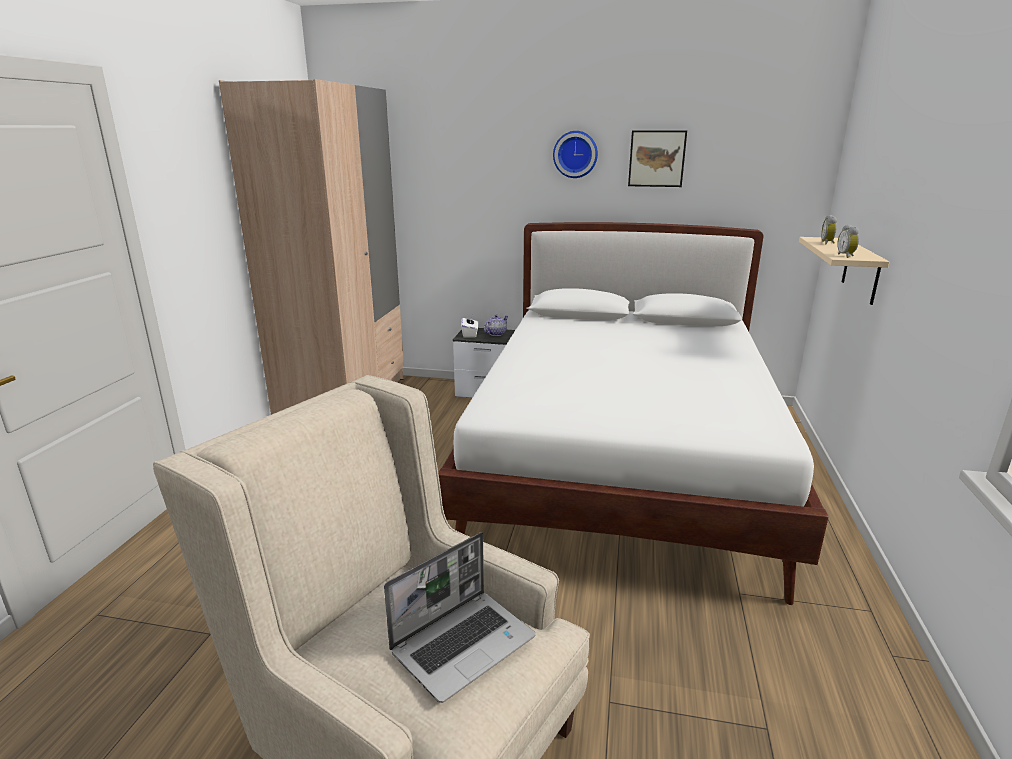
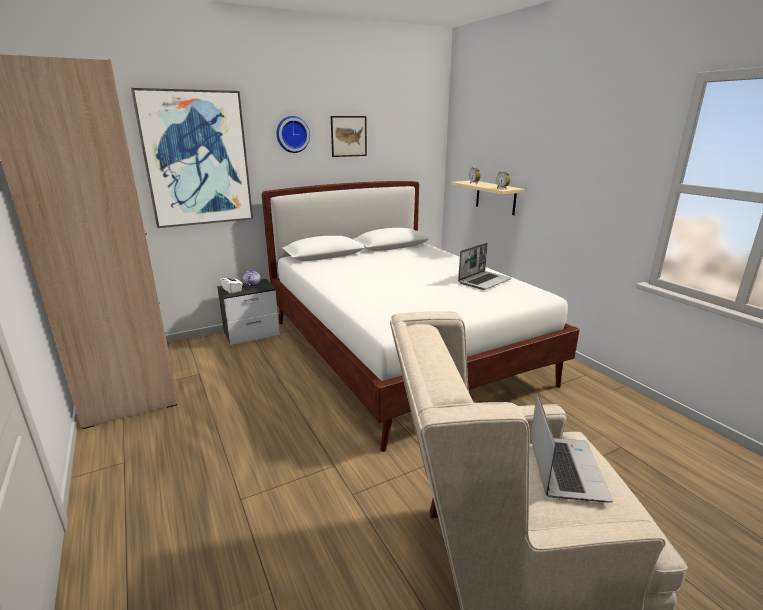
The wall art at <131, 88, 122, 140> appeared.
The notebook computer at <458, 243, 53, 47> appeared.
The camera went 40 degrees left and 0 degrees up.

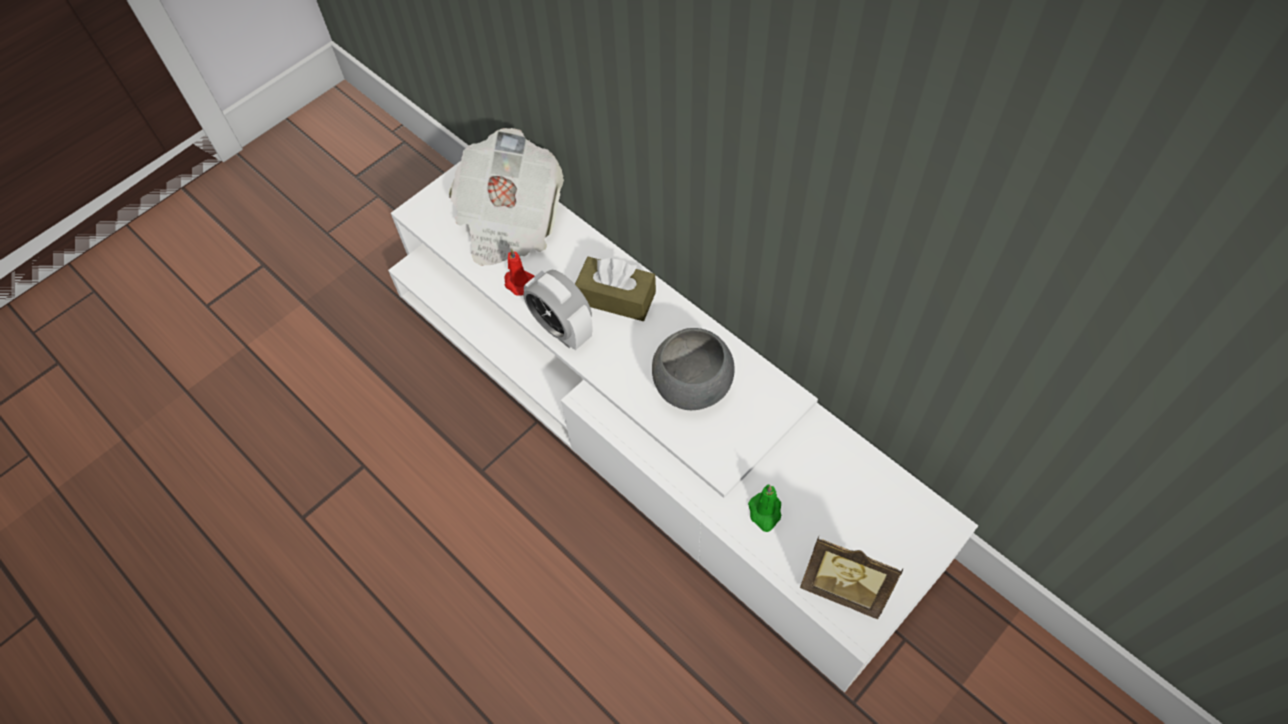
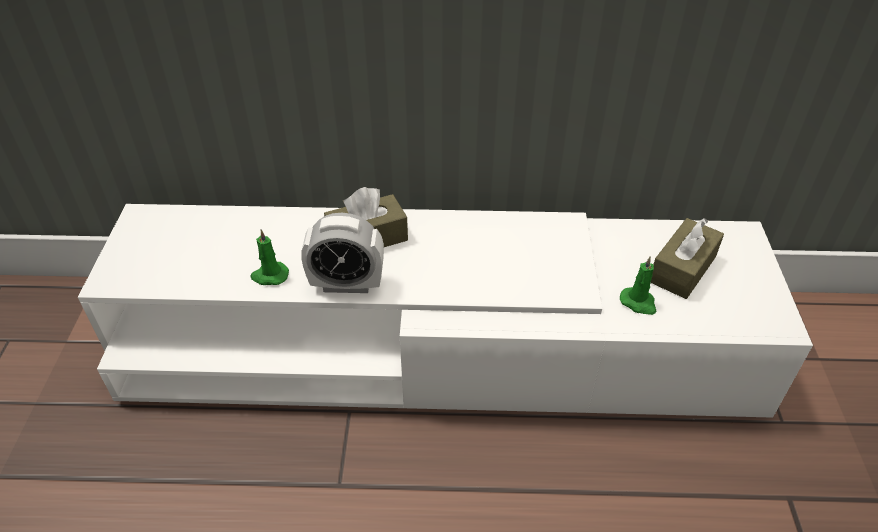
The daily paper at <449, 128, 115, 138> disappeared.
The serving bowl (gray) at <652, 328, 83, 82> disappeared.
The photo frame at <800, 536, 103, 83> disappeared.
The box of tissues (brown-coloured) at <651, 218, 73, 81> appeared.
The wax candle (reddish) at <505, 249, 30, 47> became the wax candle (greenish) at <250, 230, 39, 55>.
The camera went 45 degrees left and 15 degrees down.

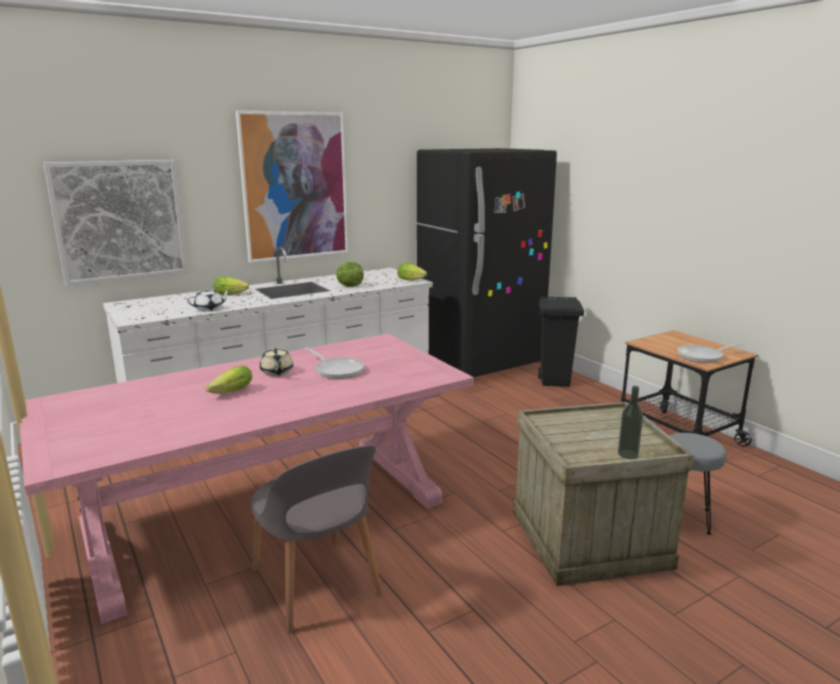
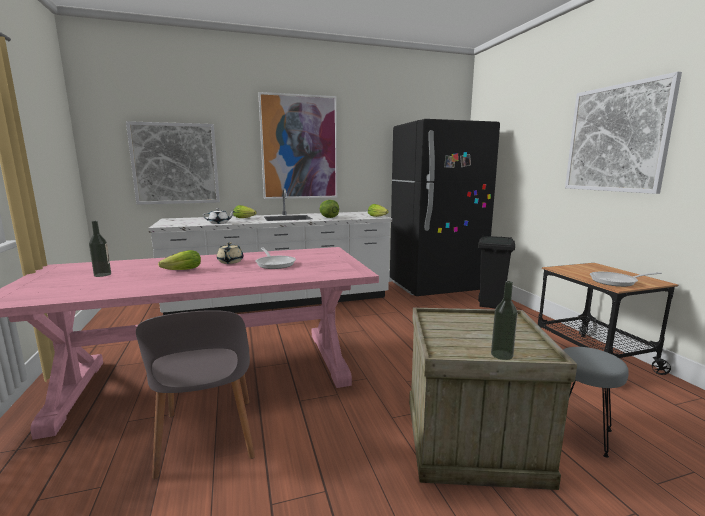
The drink bottle at <89, 221, 22, 56> appeared.
The wall art at <565, 72, 117, 122> appeared.
The camera went 15 degrees right and 5 degrees down.

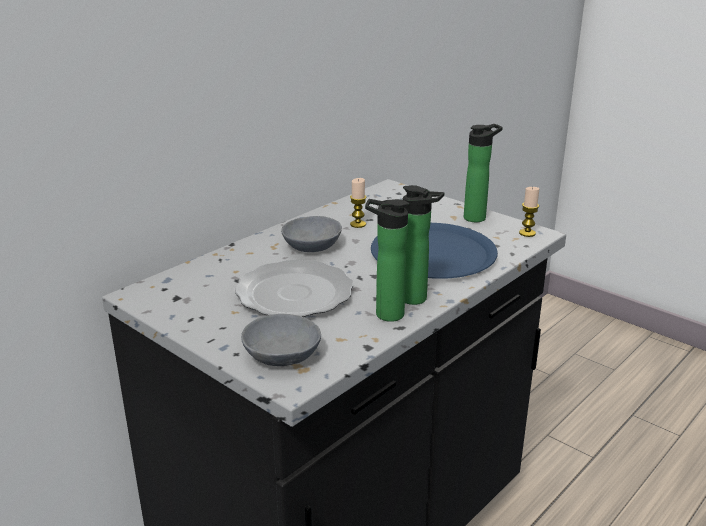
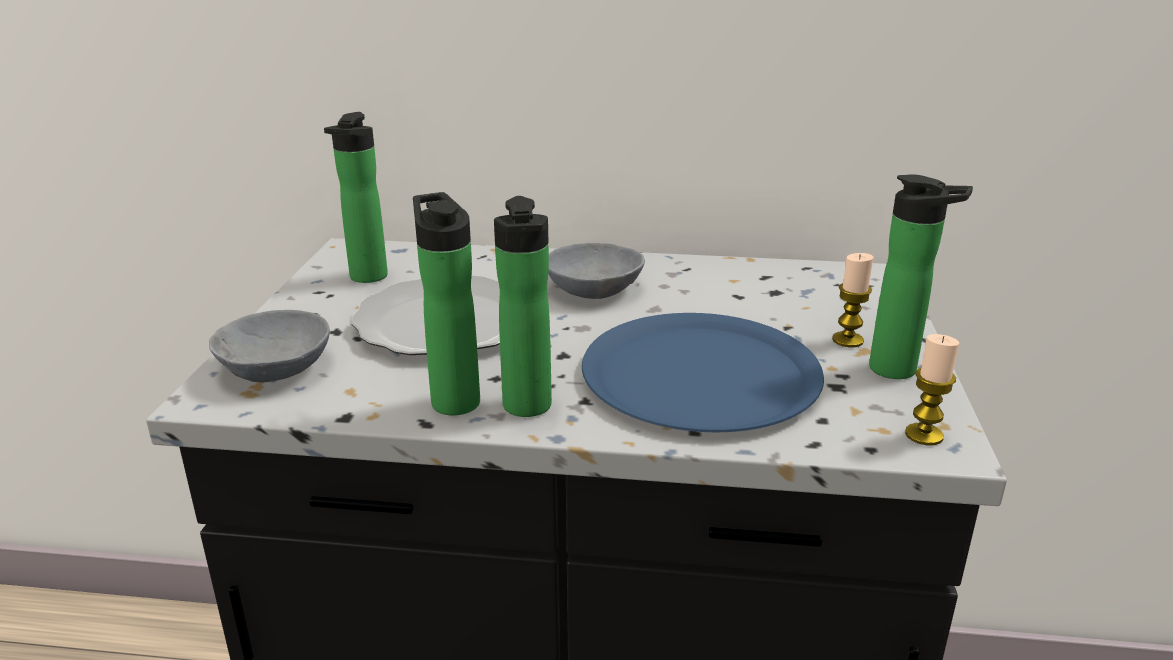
The drink bottle at <324, 112, 64, 171> appeared.
The wax candle moved from <350, 178, 16, 50> to <832, 253, 41, 94>.
The camera went 55 degrees right and 0 degrees up.

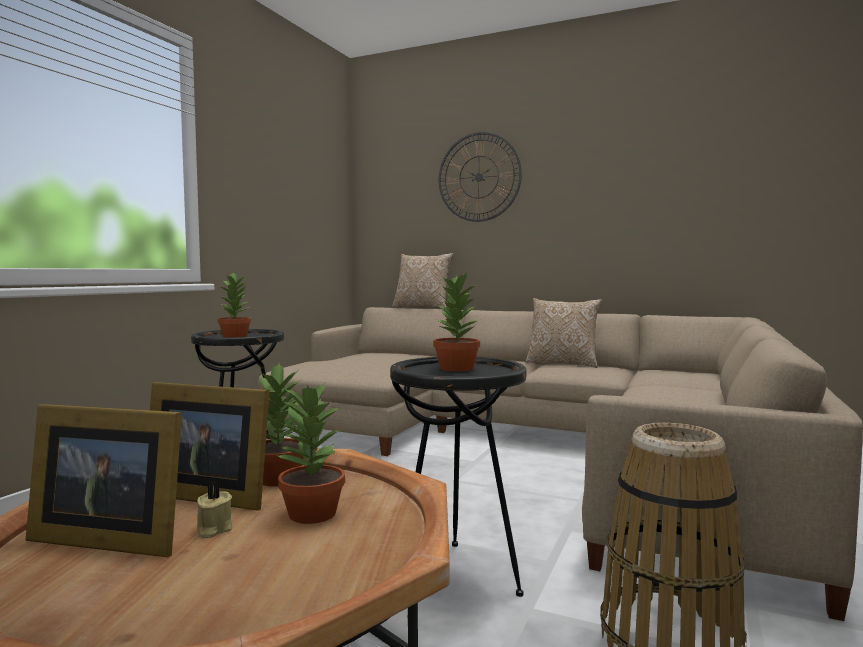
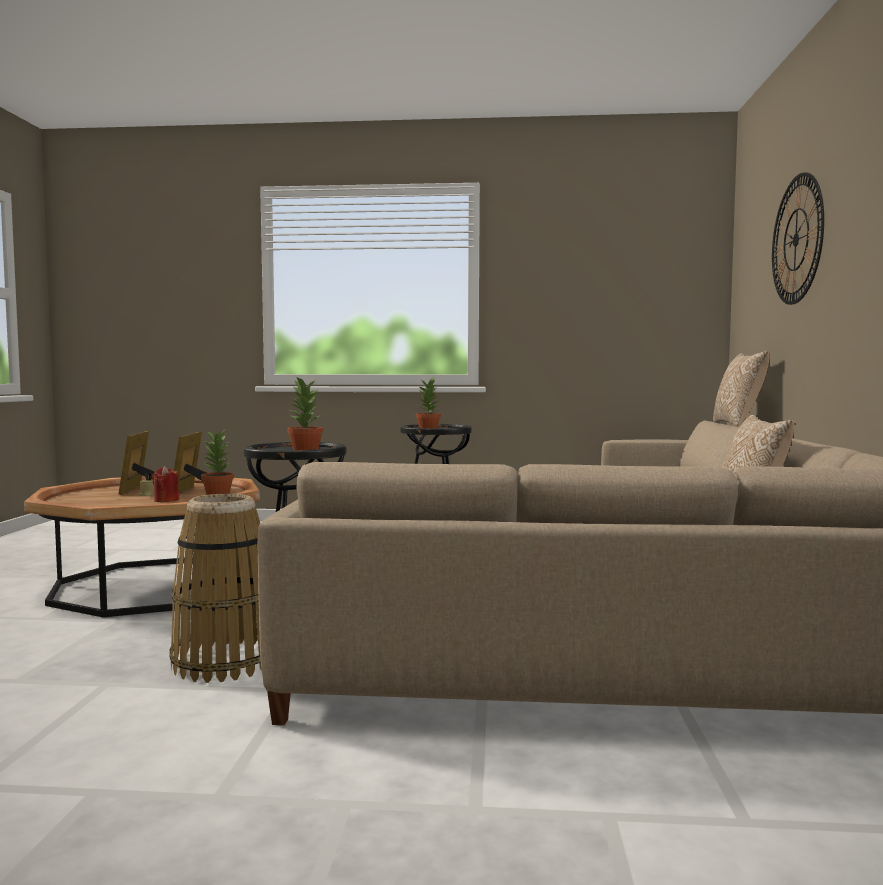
The potted plant at <275, 383, 70, 141> was replaced by the wax candle (reddish) at <152, 466, 27, 36>.
The camera went 70 degrees right and 0 degrees up.

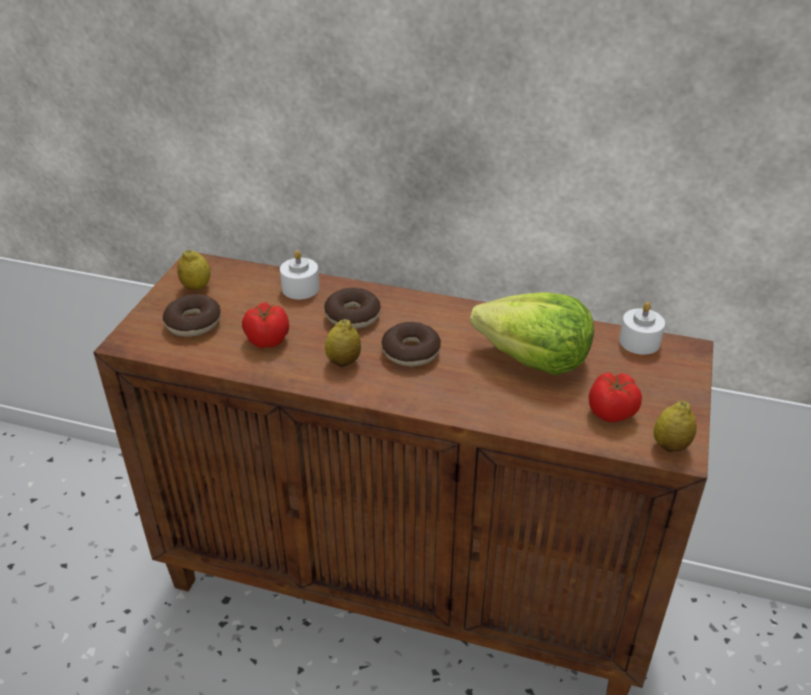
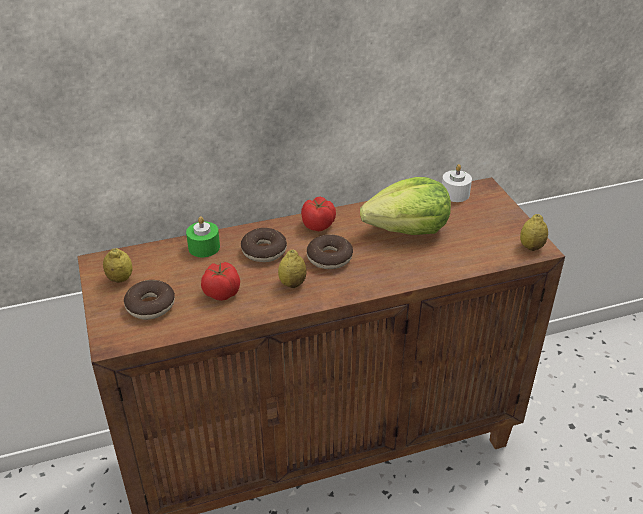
The tomato moved from <589, 373, 53, 49> to <301, 197, 35, 34>.
The wax candle (white) at <280, 250, 39, 49> became the wax candle (greenish) at <186, 216, 34, 41>.
The camera went 35 degrees left and 0 degrees up.

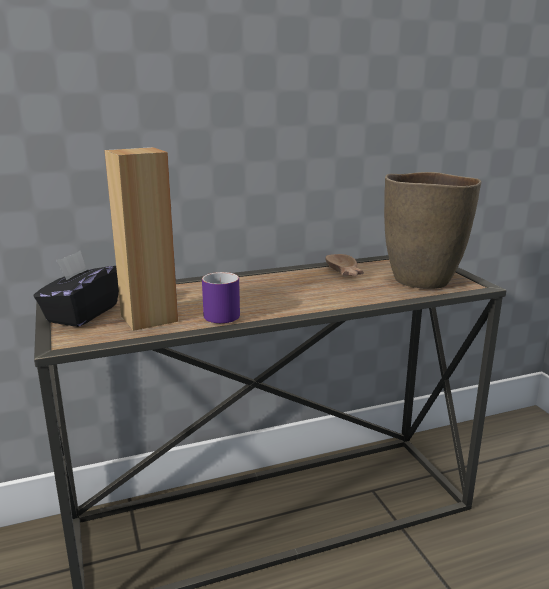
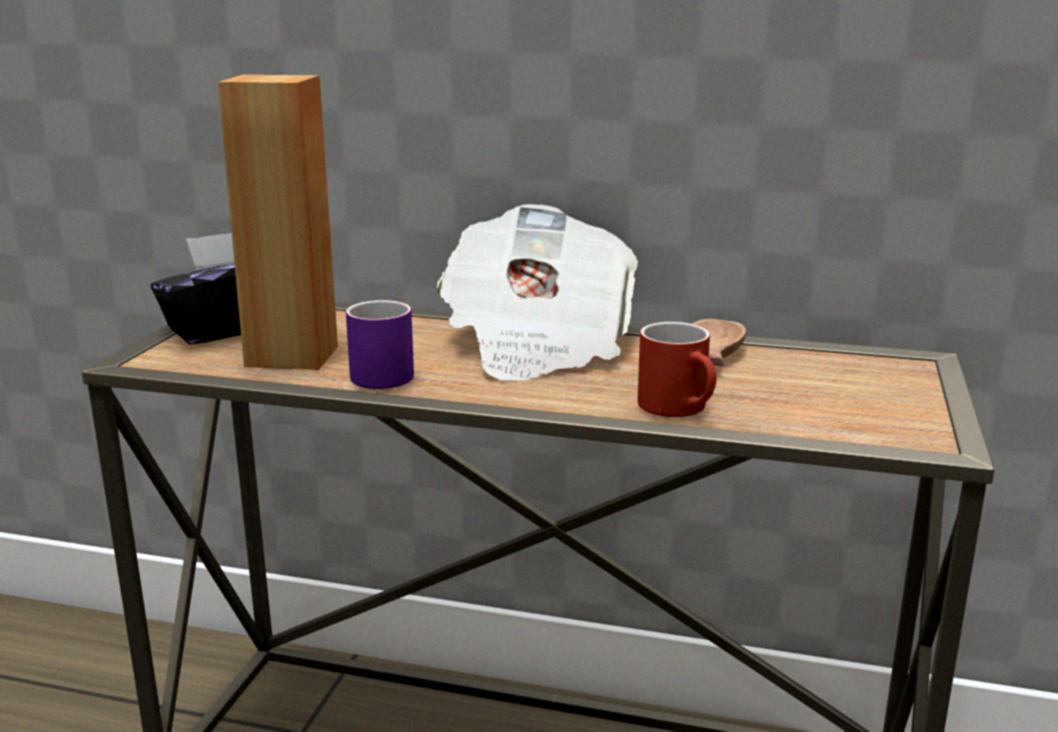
The decorative vase (brown-coloured) at <384, 172, 97, 117> disappeared.
The daily paper at <437, 204, 201, 177> appeared.
The mug (reddish) at <638, 322, 79, 95> appeared.
The camera went 35 degrees right and 0 degrees up.

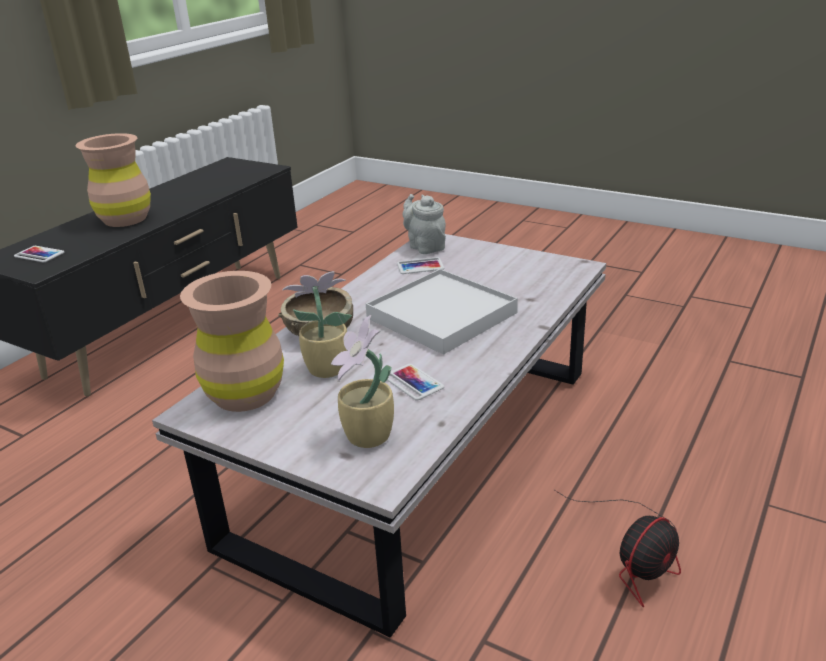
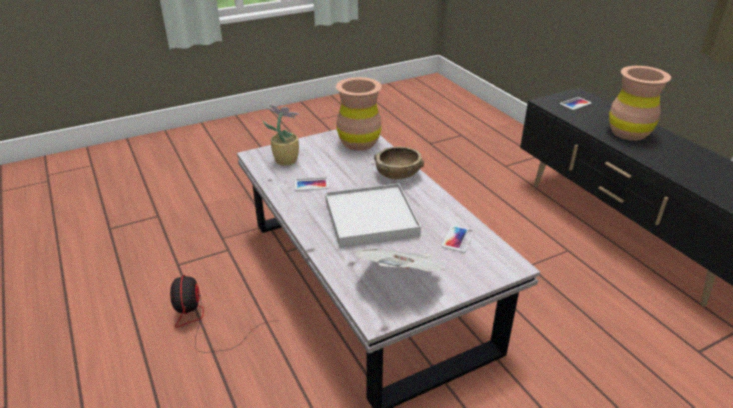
The potted plant at <282, 271, 70, 107> disappeared.
The pot for tea (gray) at <403, 194, 43, 60> disappeared.
The daily paper at <355, 248, 90, 23> appeared.
The camera went 120 degrees right and 5 degrees up.

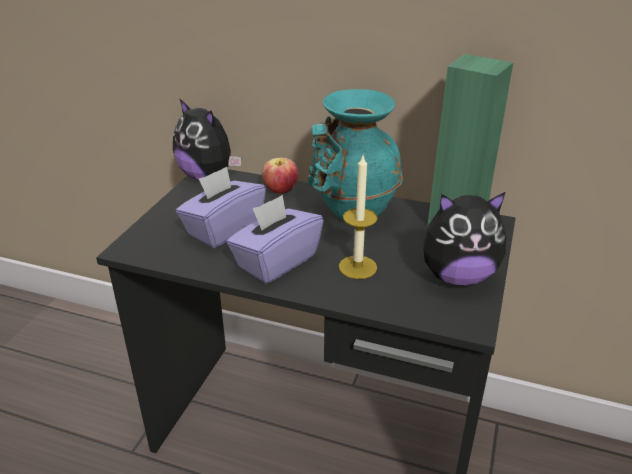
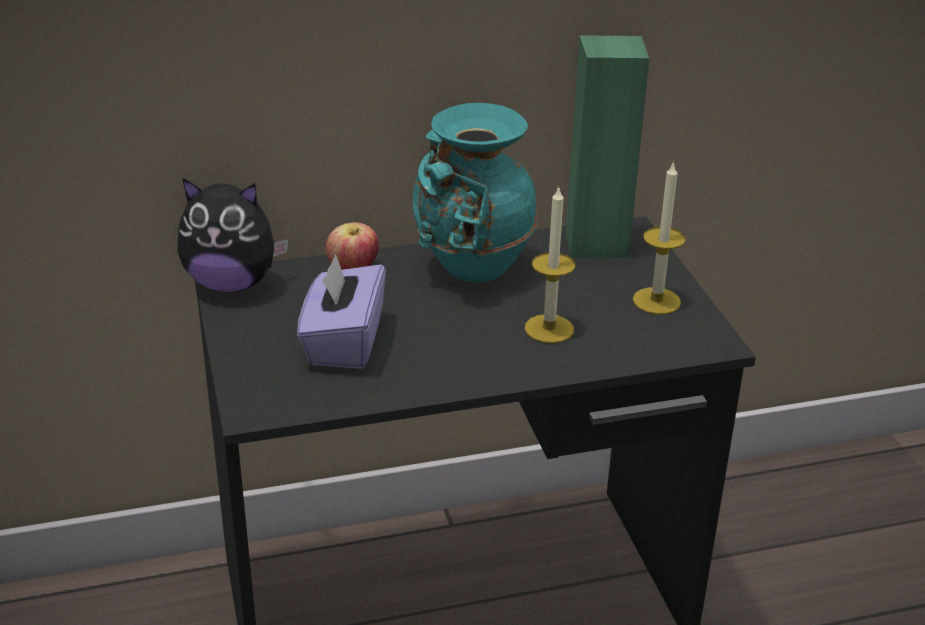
The box of tissues (purple) at <227, 195, 96, 89> disappeared.
The soft toy at <423, 192, 83, 93> was replaced by the wax candle at <633, 161, 53, 153>.
The camera went 35 degrees left and 0 degrees up.

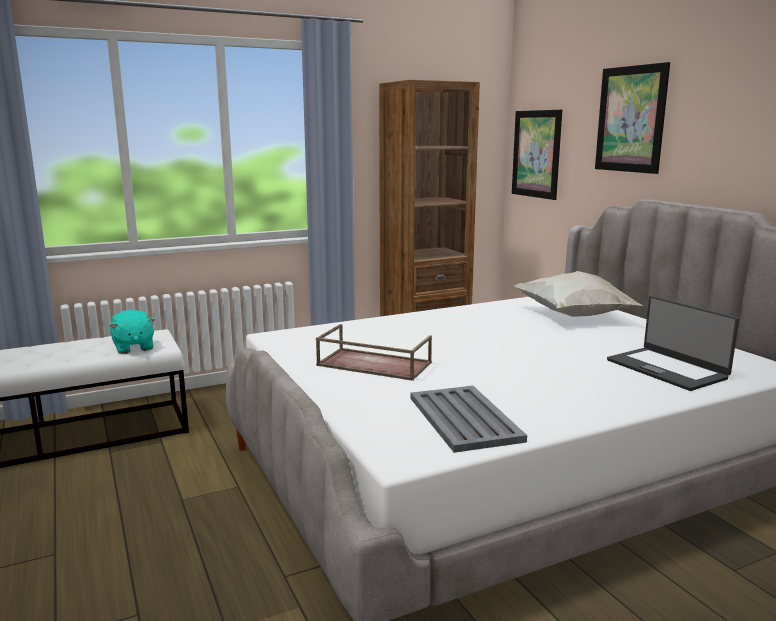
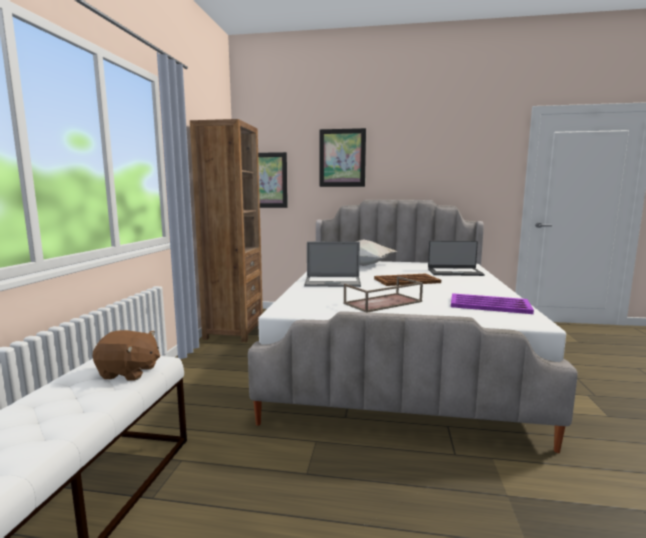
The notebook computer at <304, 242, 57, 45> appeared.
The serving tray (brown-coloured) at <374, 274, 67, 12> appeared.
The soft toy (turquoise) at <109, 310, 47, 44> became the soft toy (brown-coloured) at <93, 330, 67, 50>.
The serving tray (gray) at <411, 386, 116, 67> became the serving tray (purple) at <451, 293, 83, 21>.
The camera went 55 degrees left and 5 degrees down.

